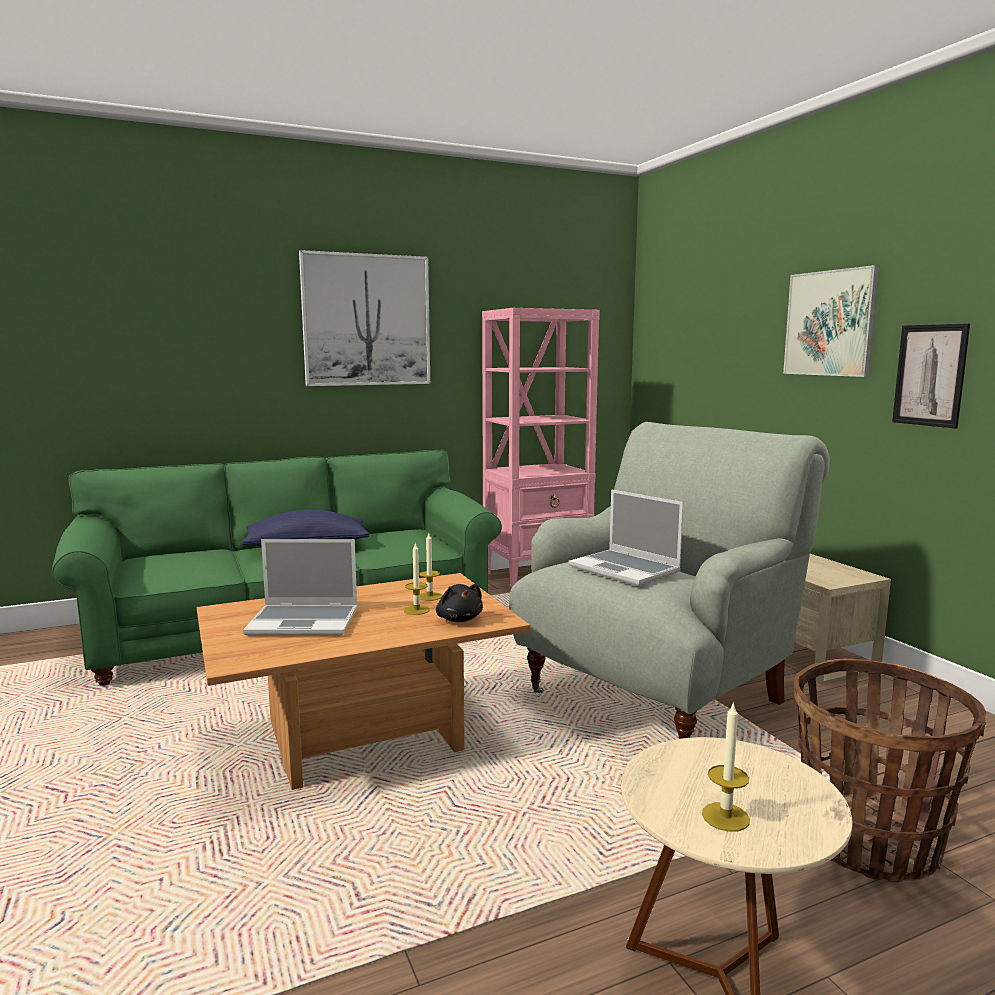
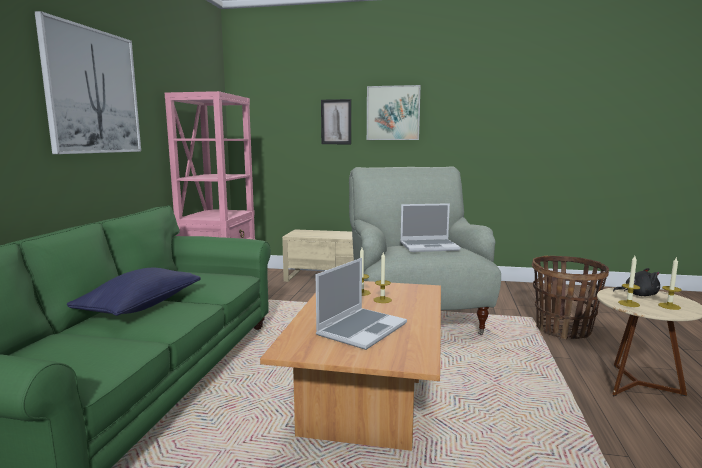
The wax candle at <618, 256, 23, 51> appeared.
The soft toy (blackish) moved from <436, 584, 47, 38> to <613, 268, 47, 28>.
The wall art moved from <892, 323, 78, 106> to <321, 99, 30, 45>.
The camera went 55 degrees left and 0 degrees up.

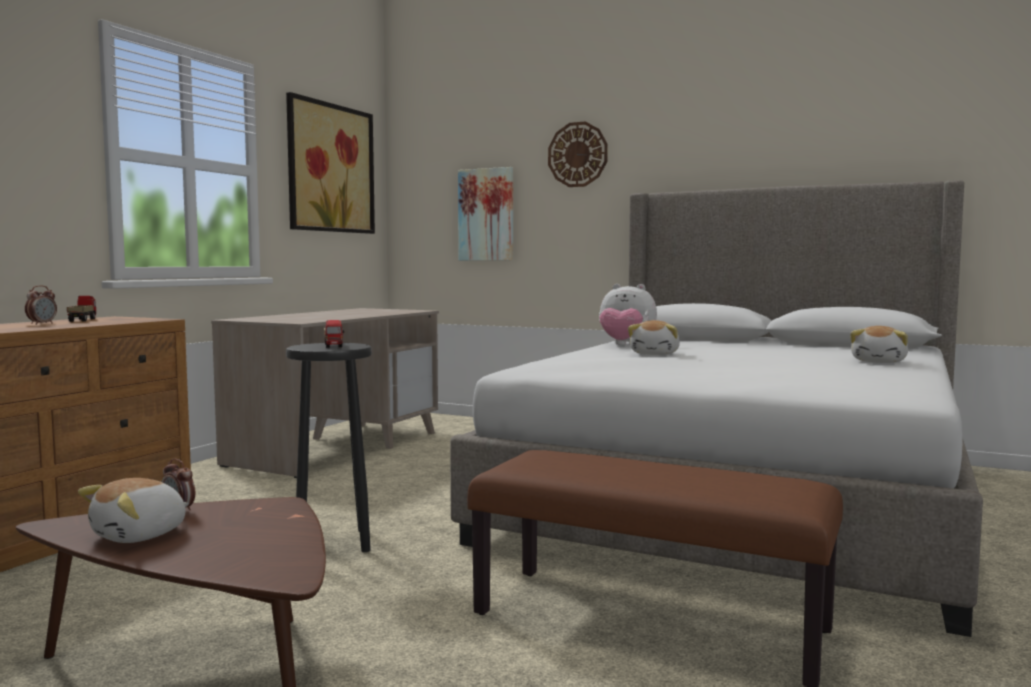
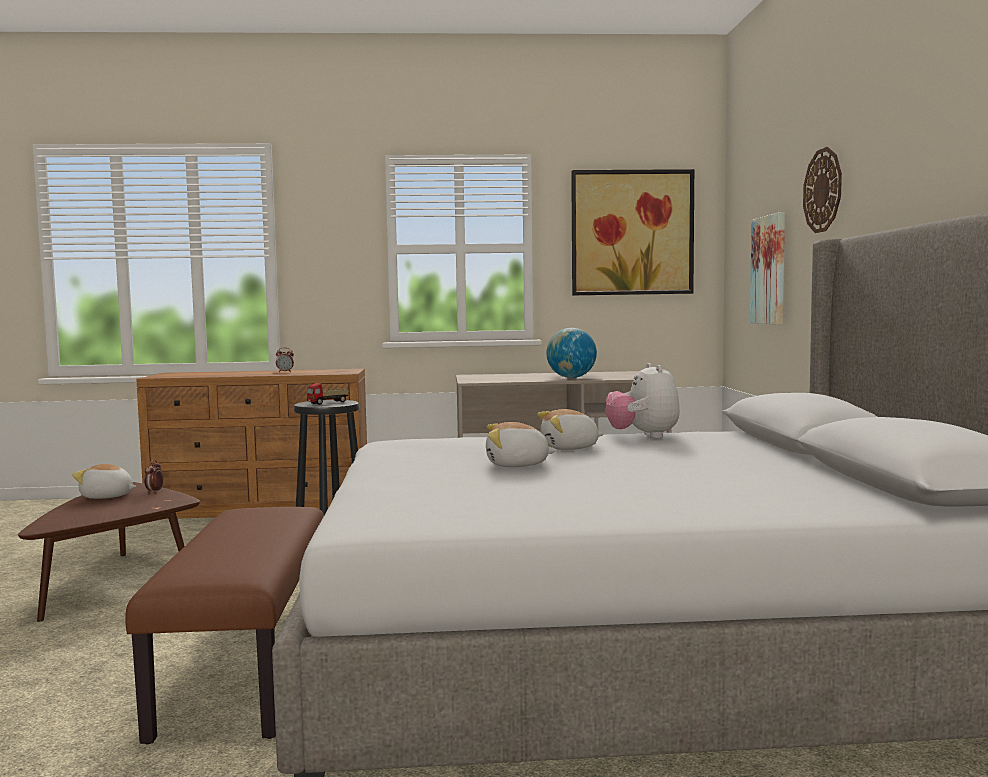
The model truck at <67, 296, 29, 26> disappeared.
The world globe at <546, 328, 51, 50> appeared.
The soft toy moved from <850, 326, 58, 37> to <486, 422, 71, 45>.
The camera went 60 degrees right and 0 degrees up.

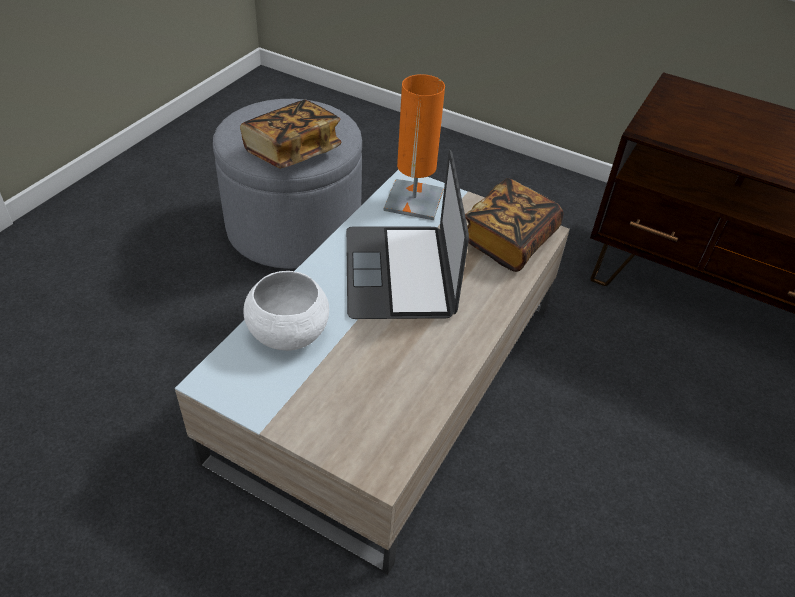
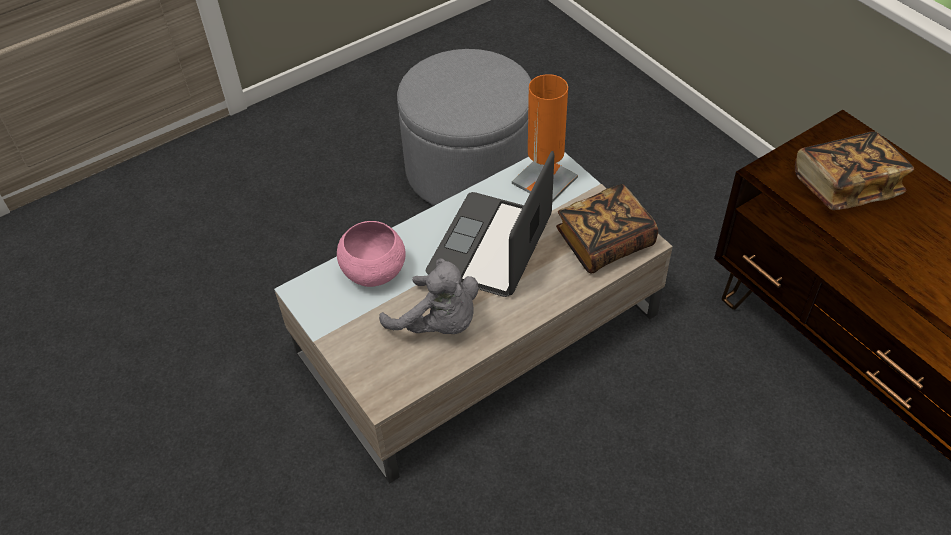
The soft toy (gray) at <379, 259, 99, 75> appeared.
The volume moved from <240, 100, 101, 68> to <795, 132, 119, 78>.
The serving bowl (white) at <244, 271, 85, 80> became the serving bowl (pink-coloured) at <337, 221, 69, 66>.
The camera went 30 degrees right and 5 degrees up.

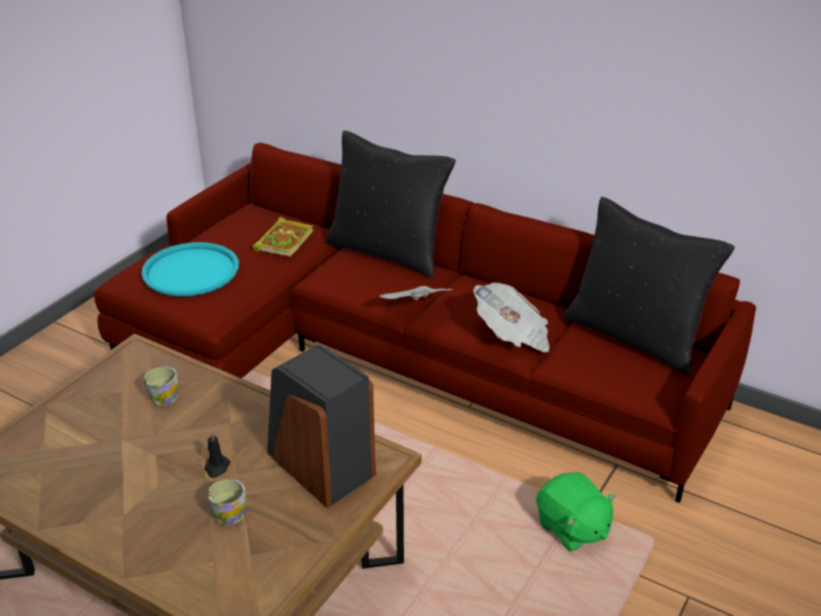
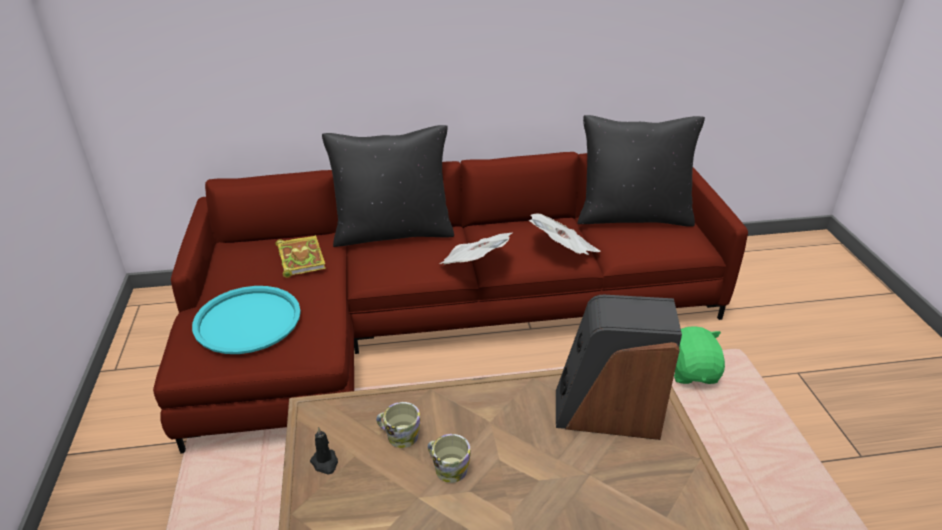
The wax candle (blackish) moved from <205, 431, 25, 47> to <310, 427, 28, 47>.
The mug moved from <208, 478, 38, 47> to <428, 434, 43, 49>.
The soft toy (greenish) at <536, 472, 80, 79> turned 105 degrees counterclockwise.
The camera went 40 degrees left and 0 degrees up.

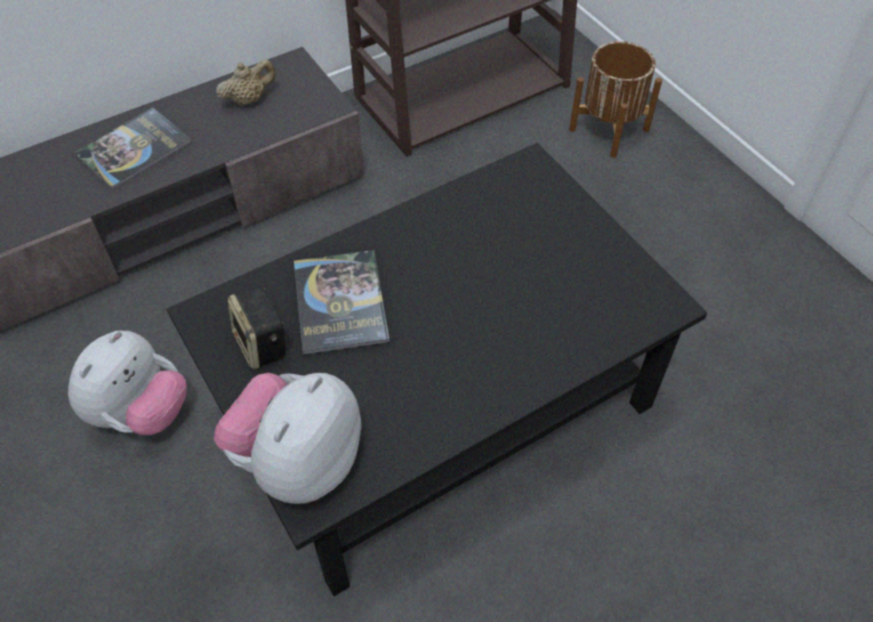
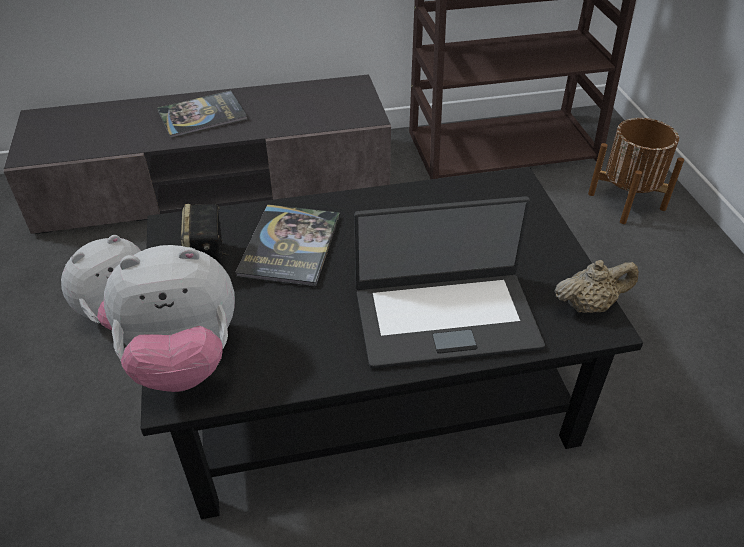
The notebook computer at <354, 196, 191, 172> appeared.
The pot for tea (sand-coloured) moved from <216, 59, 60, 47> to <555, 260, 84, 53>.
The soft toy at <214, 373, 148, 131> turned 150 degrees counterclockwise.
The camera went 20 degrees right and 10 degrees down.

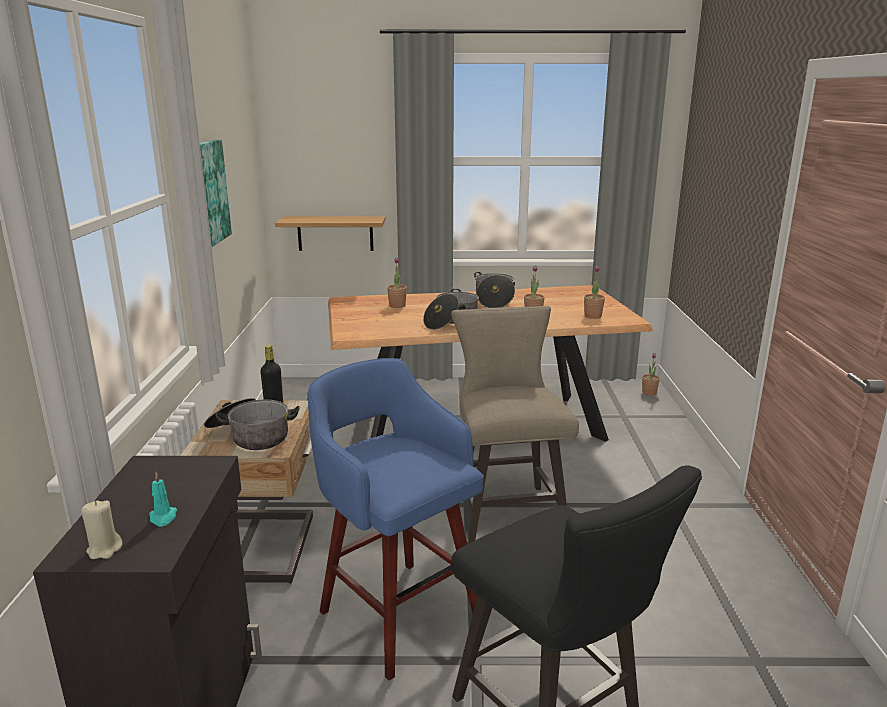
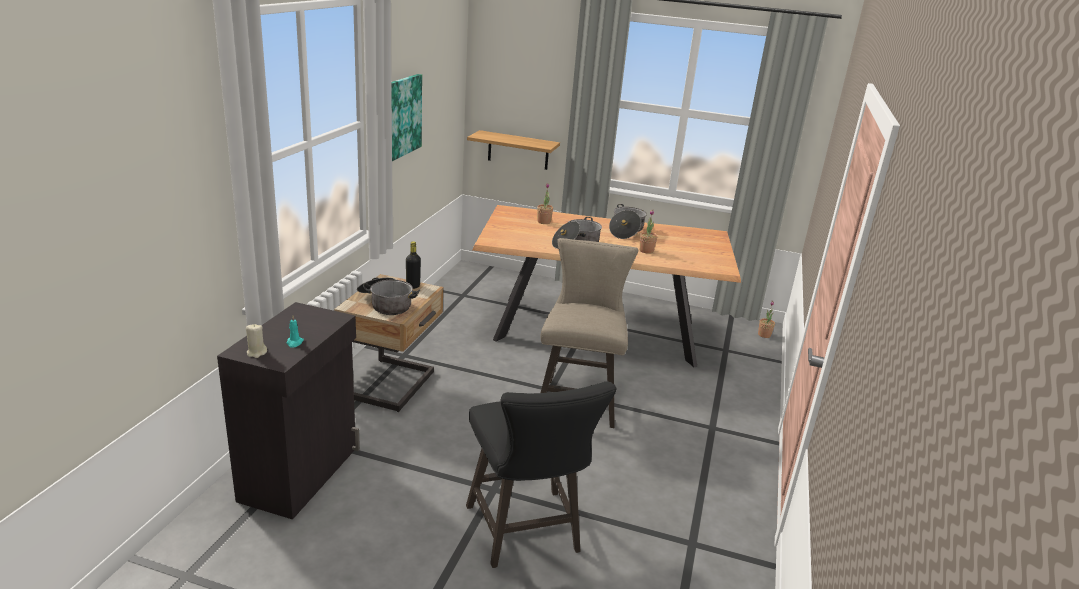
The stool seat (blue) at <307, 358, 177, 322> disappeared.
The potted plant at <584, 266, 21, 53> disappeared.
The camera went 15 degrees right and 5 degrees up.

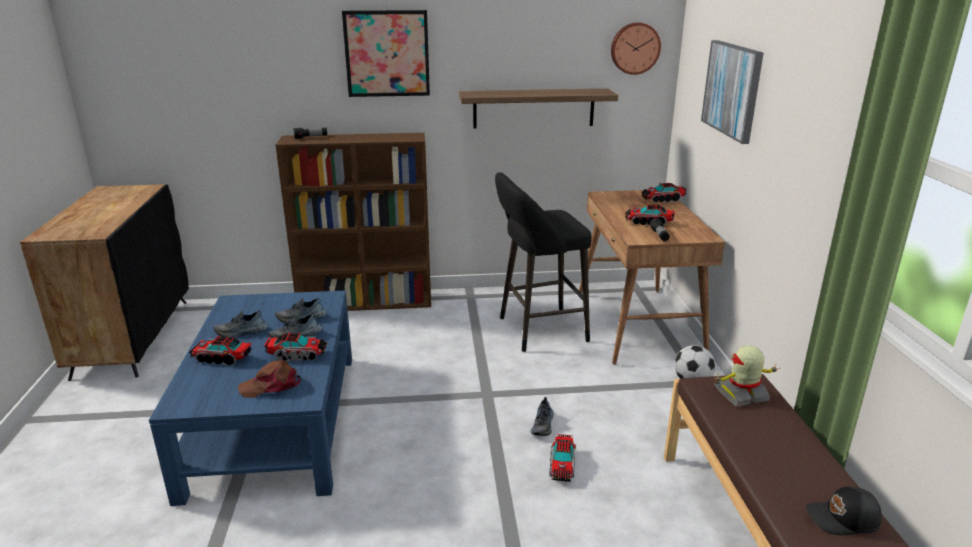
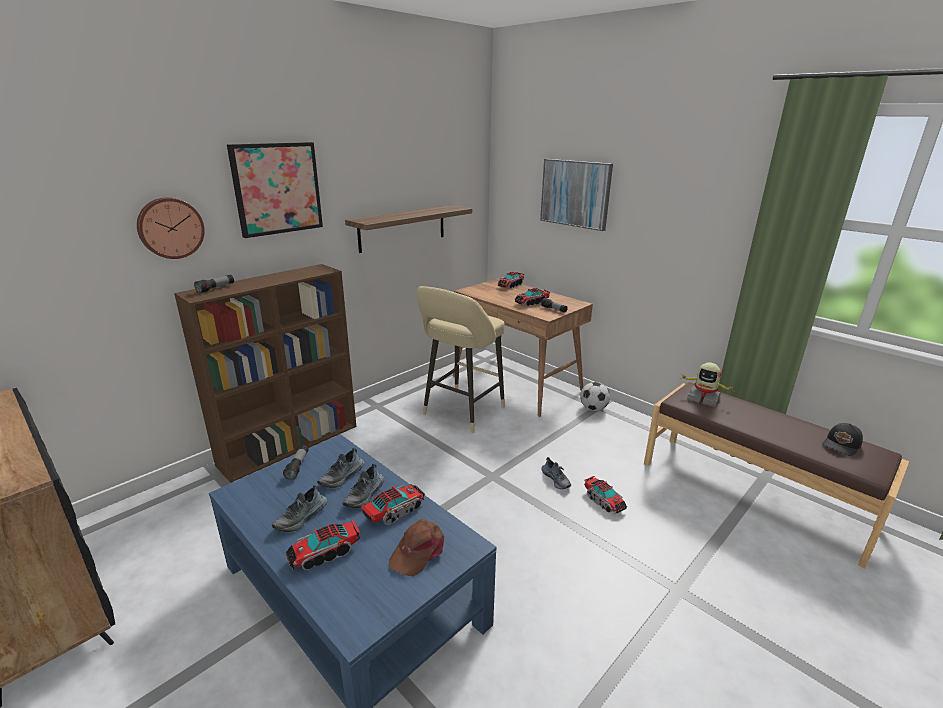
The hand torch at <283, 445, 26, 35> appeared.
The hanging clock moved from <611, 22, 50, 53> to <137, 198, 68, 61>.
The stool seat (blackish) at <495, 172, 97, 180> became the stool seat (sand-coloured) at <416, 286, 89, 147>.
The model robot at <714, 345, 66, 62> turned 90 degrees counterclockwise.
The camera went 40 degrees left and 0 degrees up.

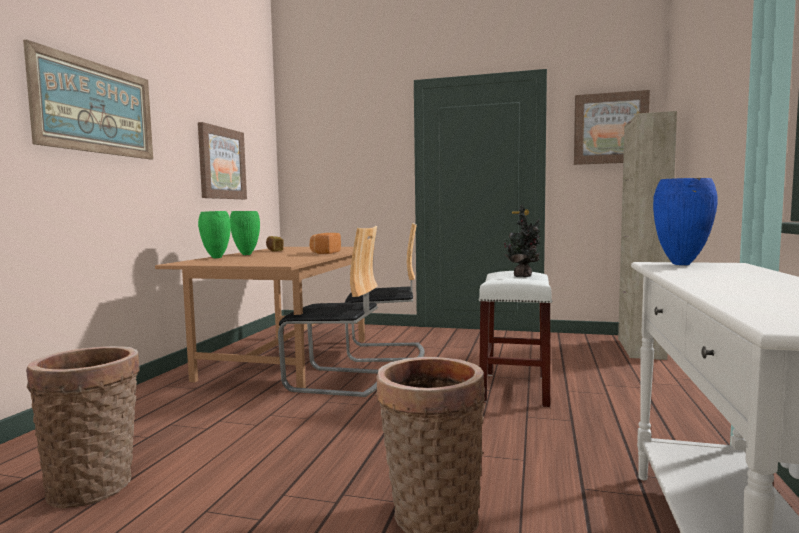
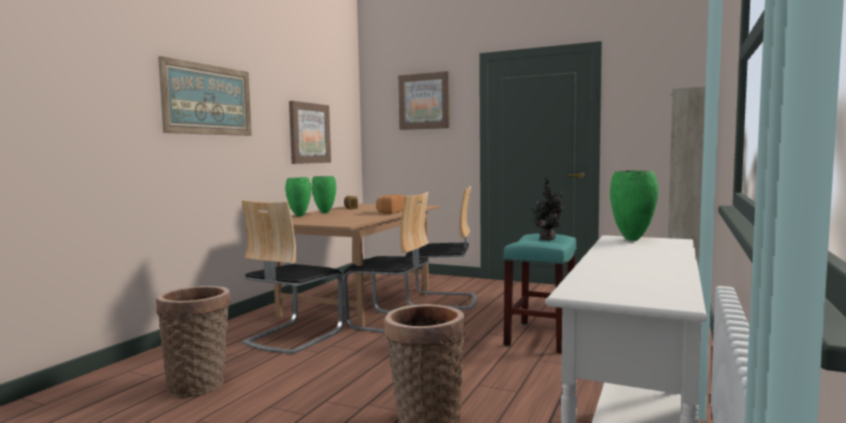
The upright chair at <242, 200, 102, 154> appeared.
The wall art moved from <574, 90, 76, 75> to <398, 71, 52, 59>.
The stool seat (white) at <478, 271, 74, 136> became the stool seat (turquoise) at <503, 233, 74, 121>.
The decorative vase (blue) at <653, 178, 64, 87> became the decorative vase (greenish) at <610, 170, 48, 71>.
The camera went 10 degrees right and 0 degrees up.

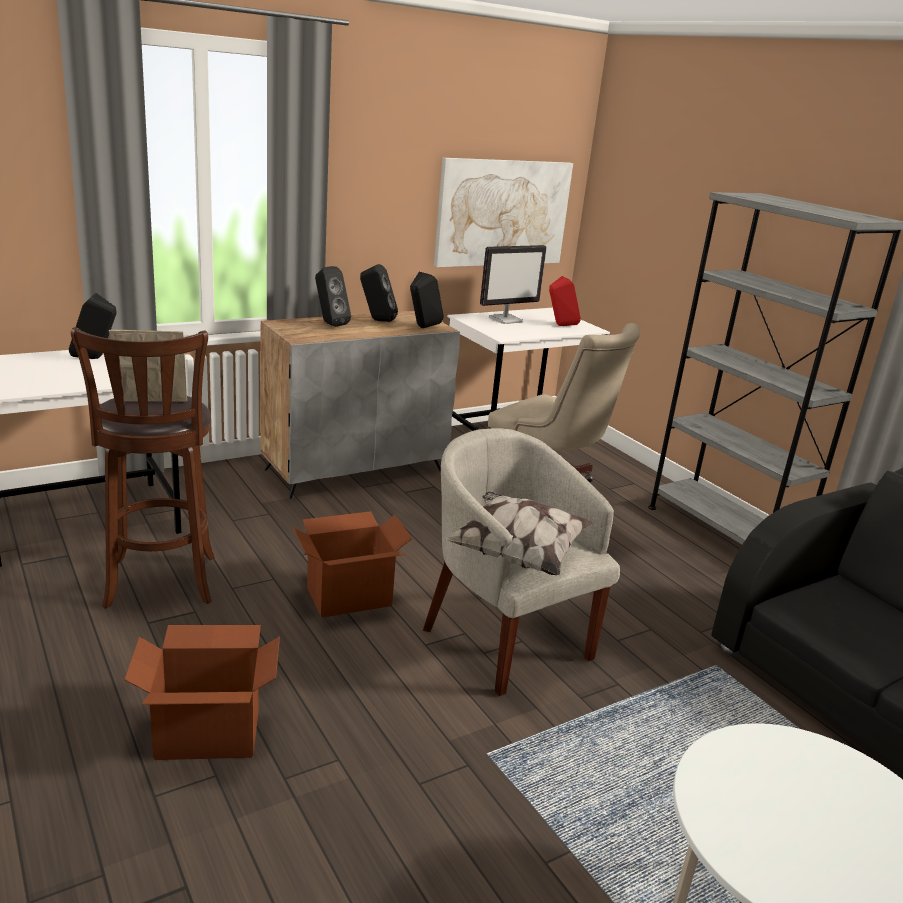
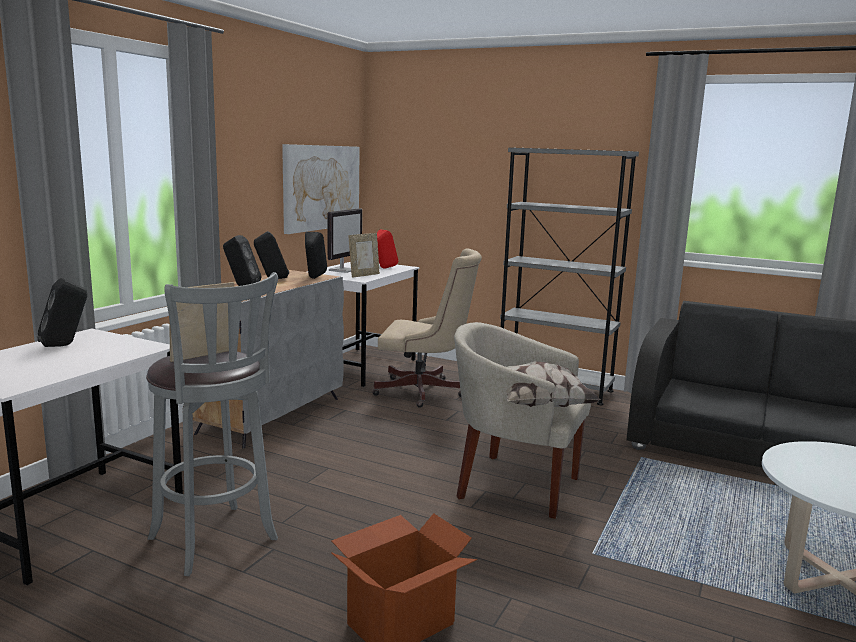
The carton at <292, 511, 120, 107> disappeared.
The photo frame at <348, 233, 32, 45> appeared.
The stool seat (brown-coloured) at <71, 327, 144, 282> became the stool seat (gray) at <146, 272, 132, 304>.
The camera went 30 degrees left and 10 degrees down.

